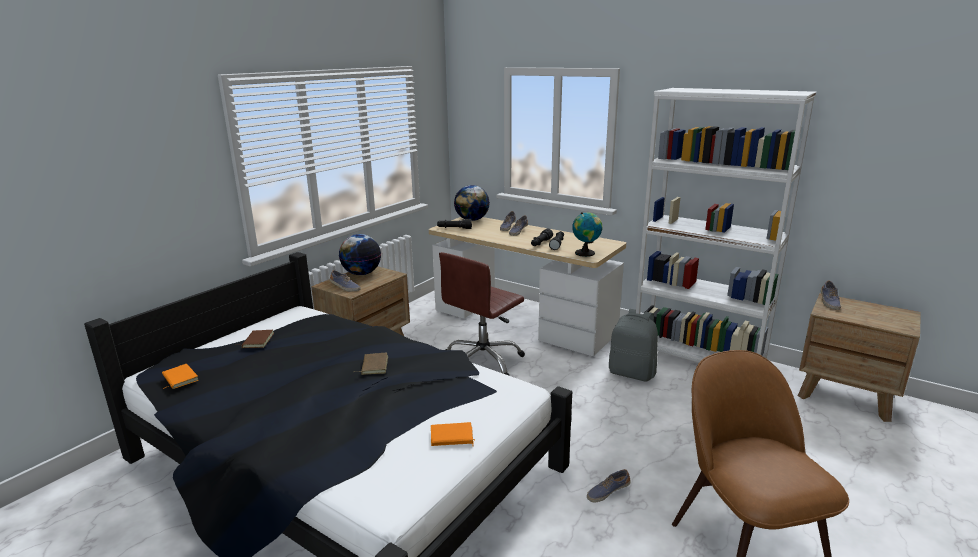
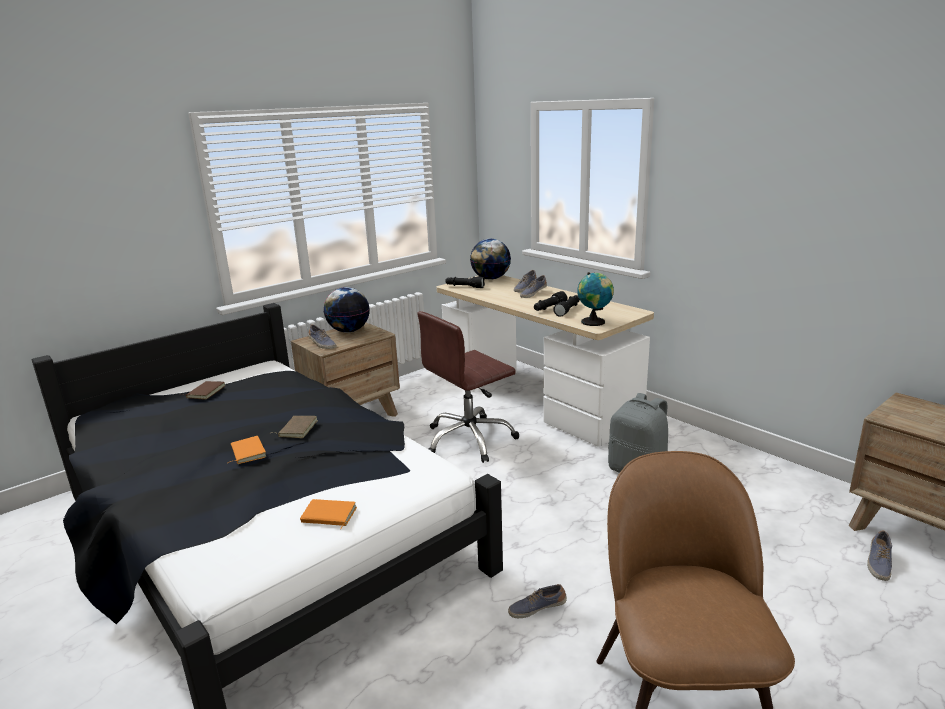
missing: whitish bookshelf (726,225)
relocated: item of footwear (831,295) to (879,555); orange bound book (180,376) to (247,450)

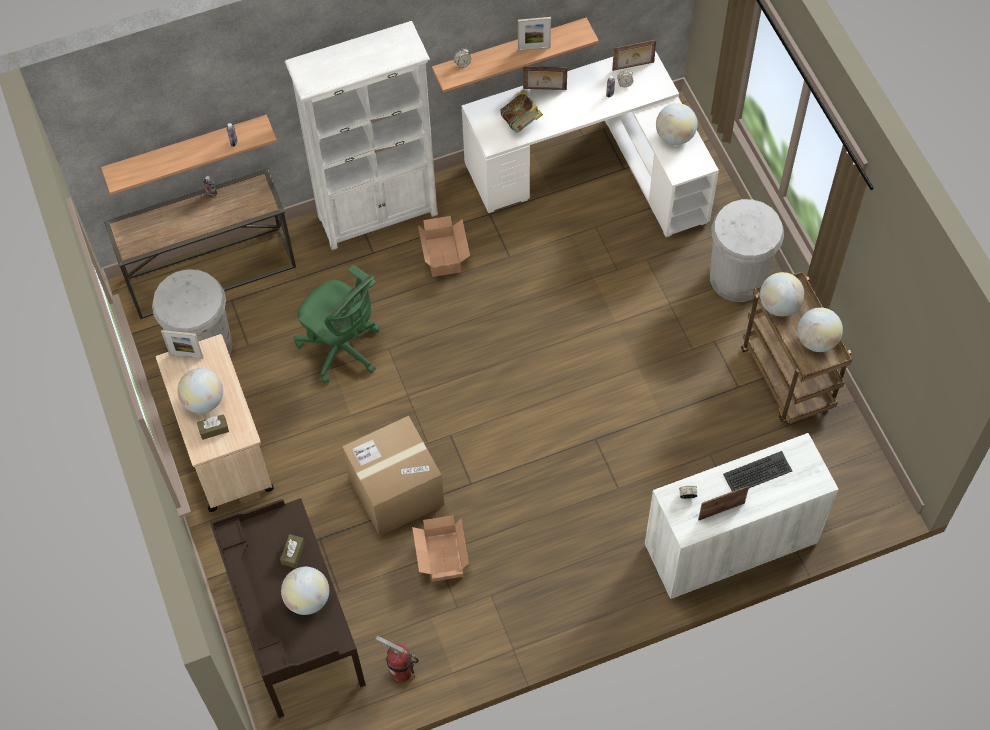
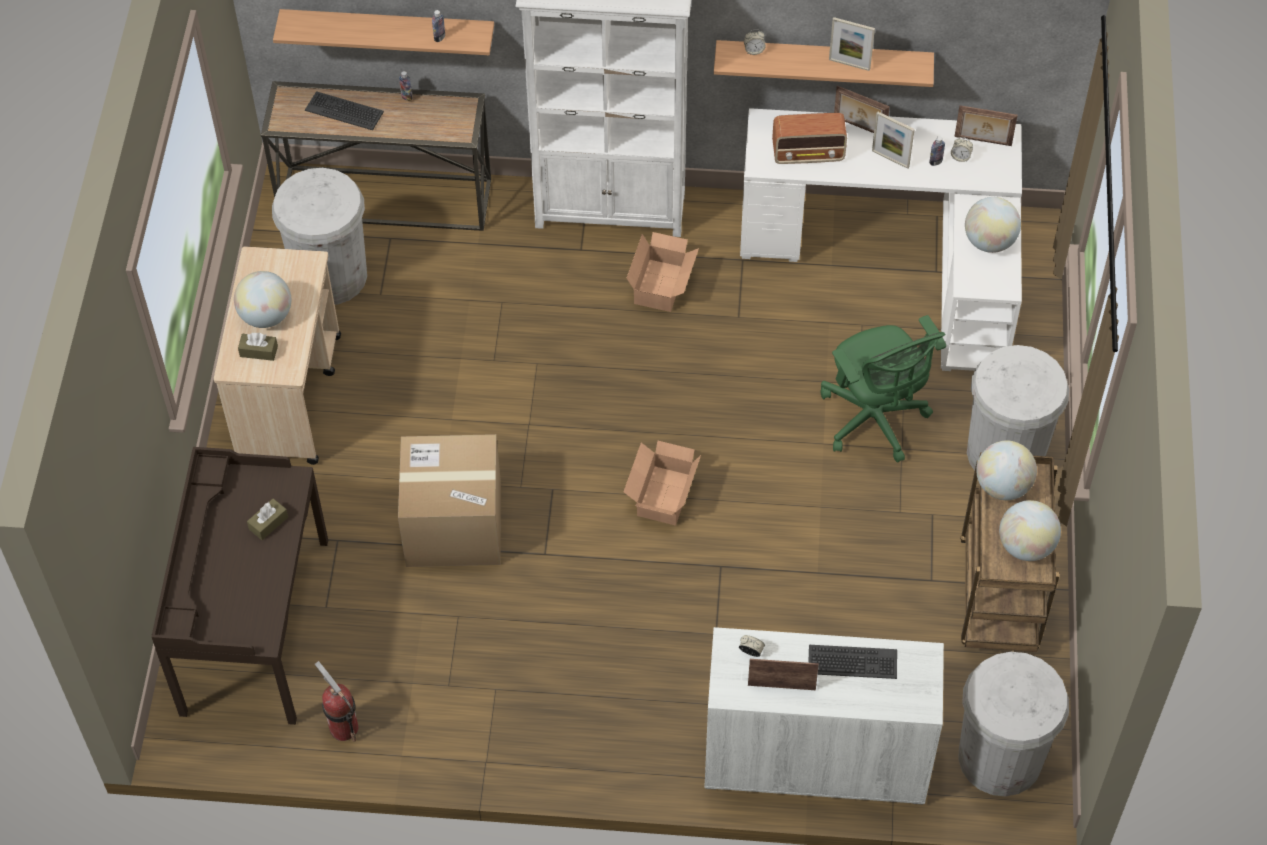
missing: desk globe (305,591)
appeared: computer keyboard (344,110); whitish trash can (1013,724)
relocated: greenish office chair (337,324) to (883,389); picture frame (182,344) to (893,140); cardboard box (440,548) to (662,483)
exchanged: bound book (521,111) to radio (809,138)

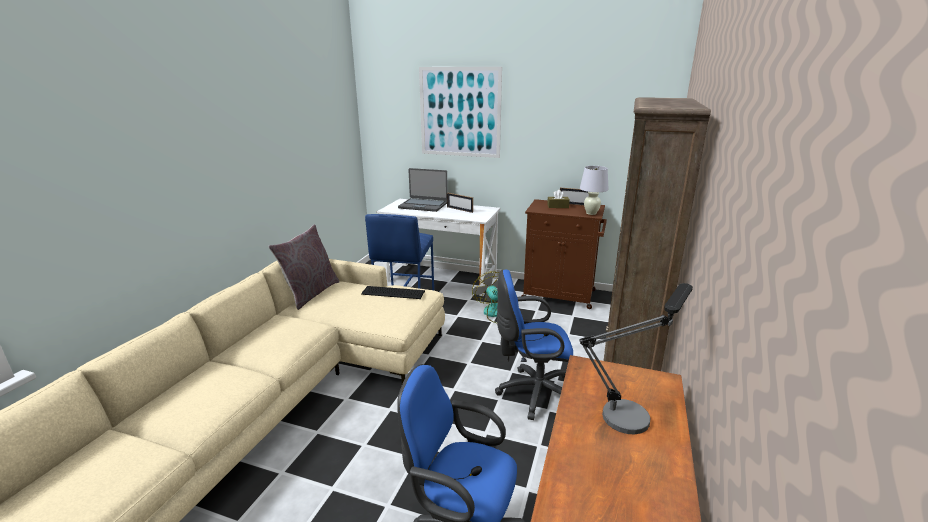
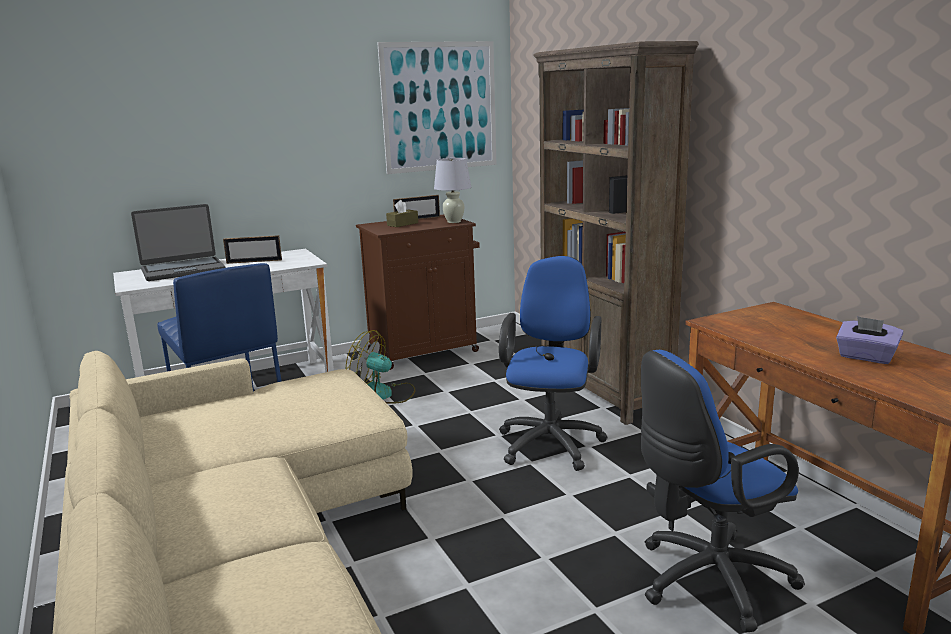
missing: gray cushion (304,267); tabletop lamp (636,358); computer keyboard (393,292)
appeared: purple tissue holder (869,340)
relocated: wall art (460,112) to (437,107)
spun: bluish office chair (534,345) = (553,363) 150 degrees clockwise

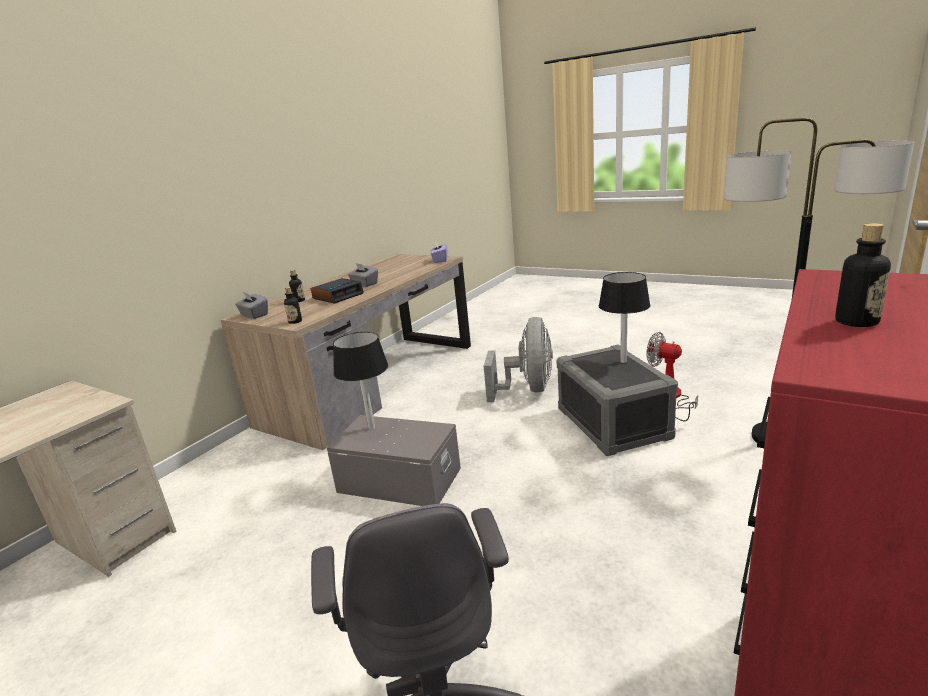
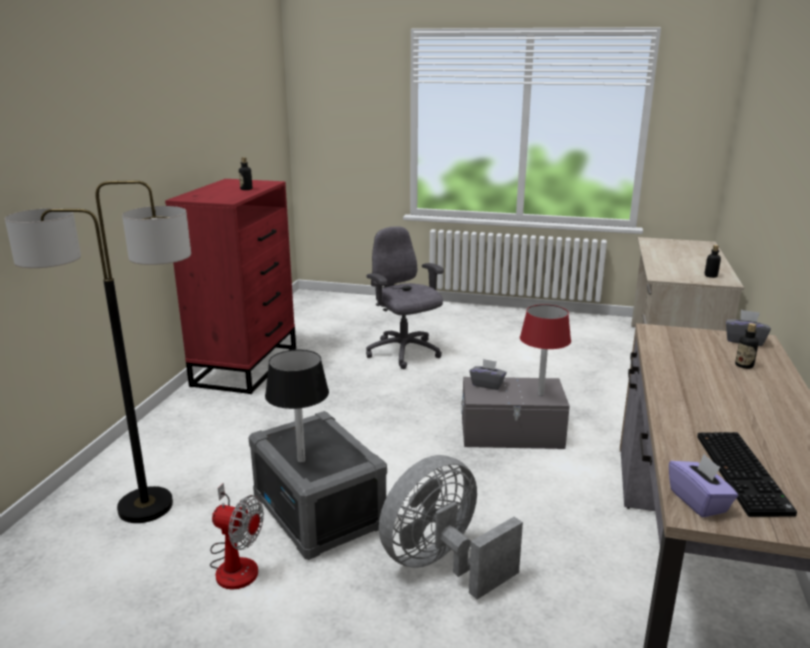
missing: bedside clock (337,291)
appeared: computer keyboard (747,474)
relocated: gray tissue holder (363,275) to (488,374); bottle (293,305) to (713,261)
colour: black-coloured tabletop lamp (360,381) to reddish tabletop lamp (545,350)
spun: gray cooling fan (518,359) = (451,527) 60 degrees clockwise

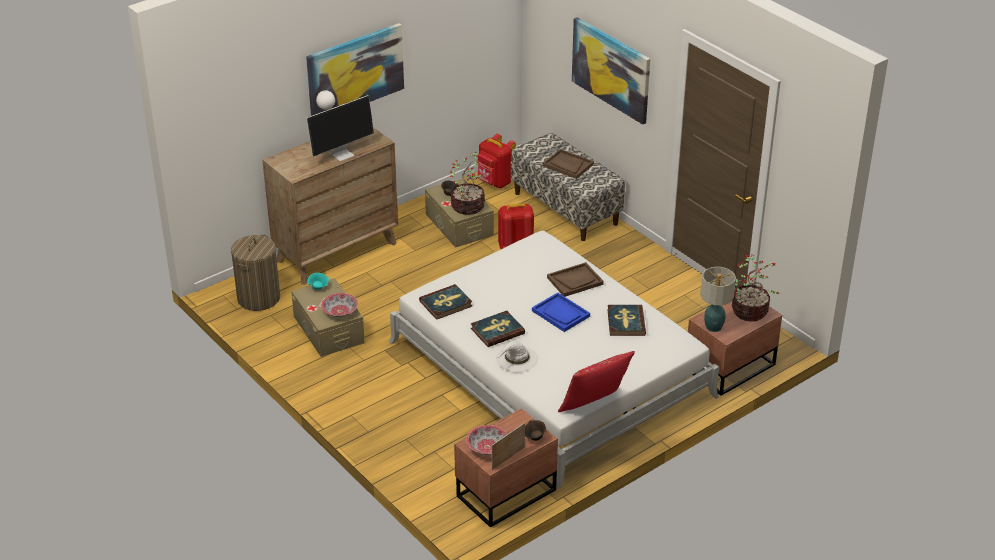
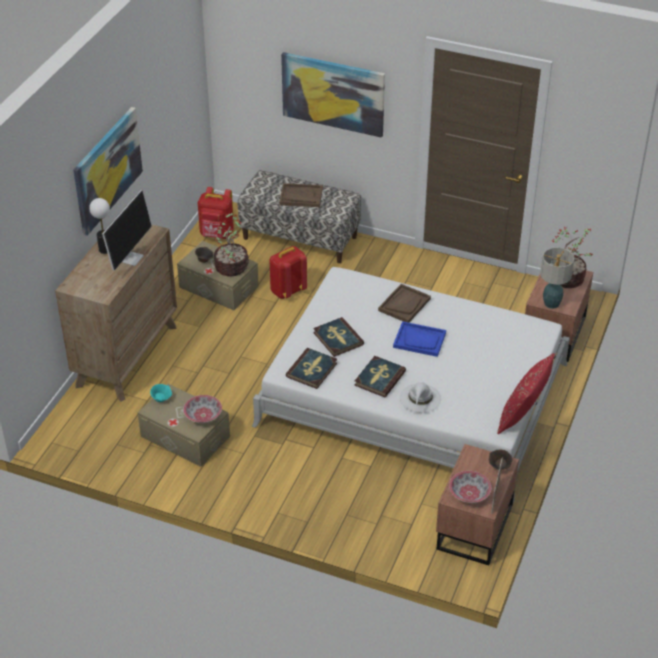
missing: laundry basket (255,273)
relocated: bound book (626,320) to (338,337)

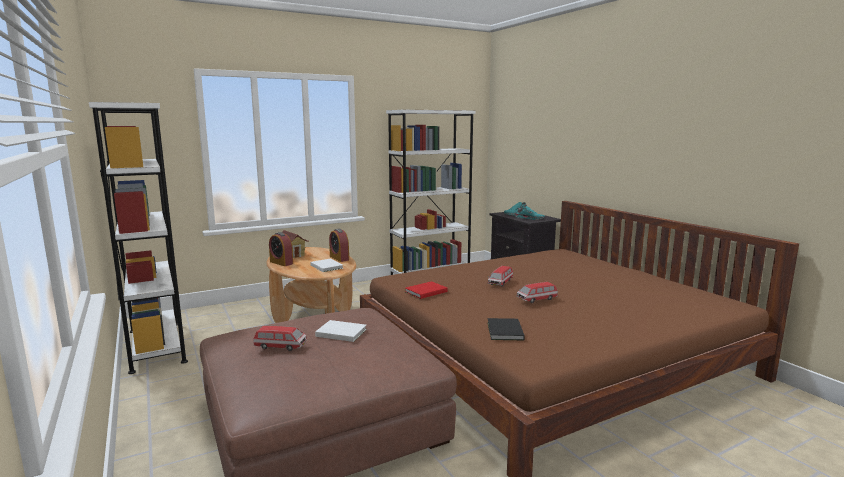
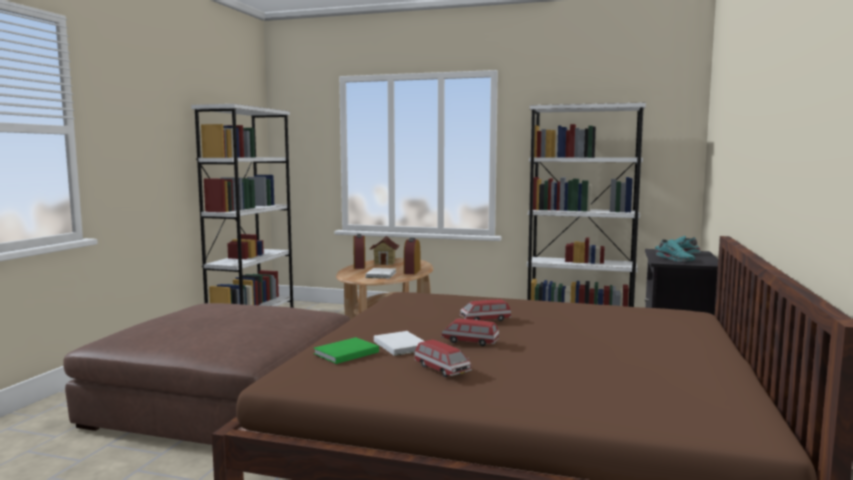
missing: reddish bound book (426,290)
relocated: whitish bound book (341,331) to (399,343); miniature car (280,338) to (443,358)
colour: black-coloured bound book (506,329) to greenish bound book (346,350)

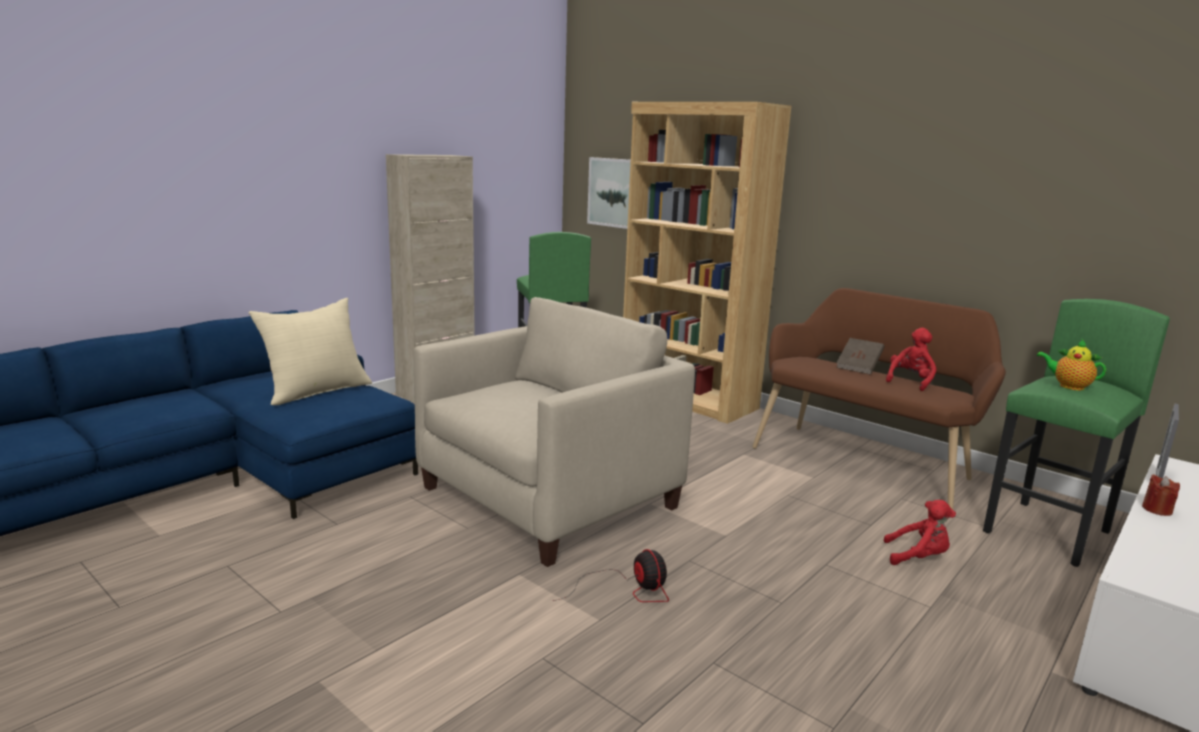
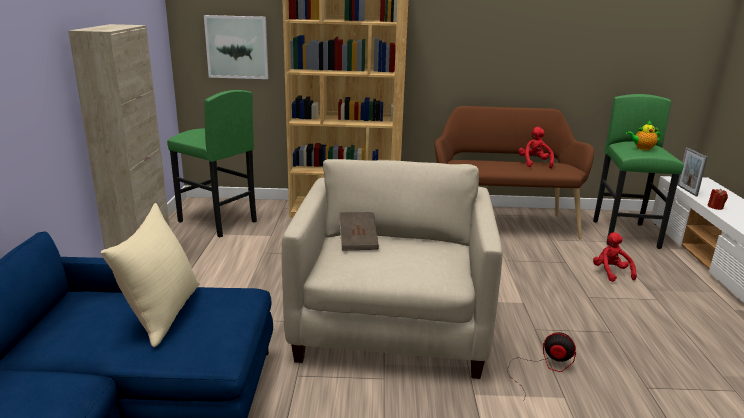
relocated: brown bound book (860,356) to (359,231)
spun: reddish plush toy (919,532) = (615,257) 75 degrees counterclockwise

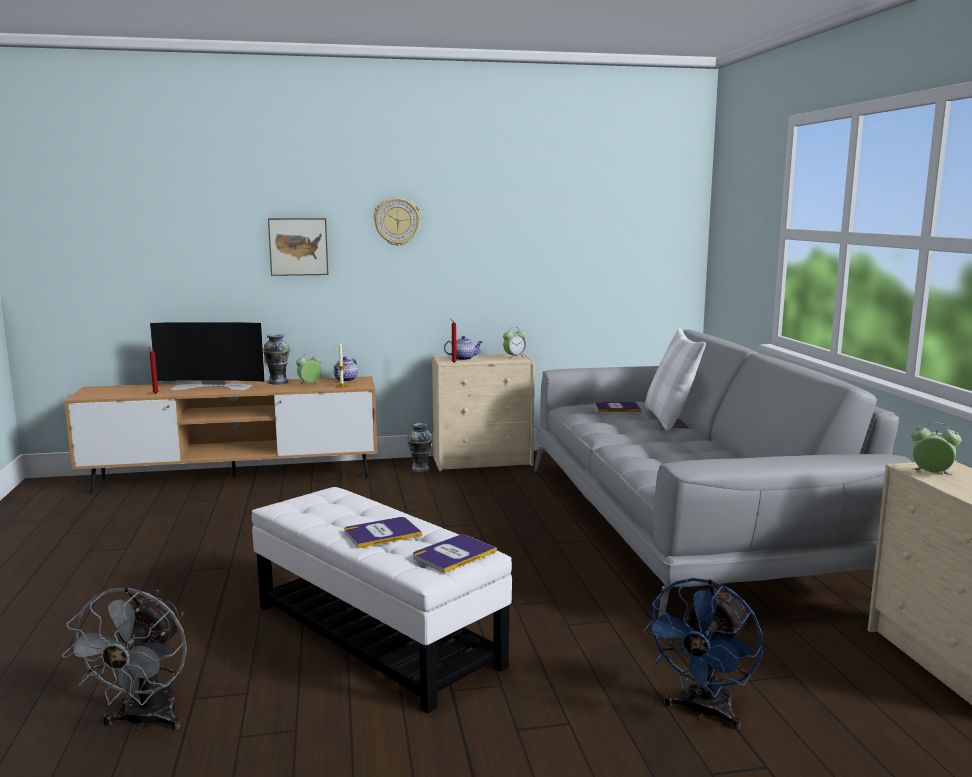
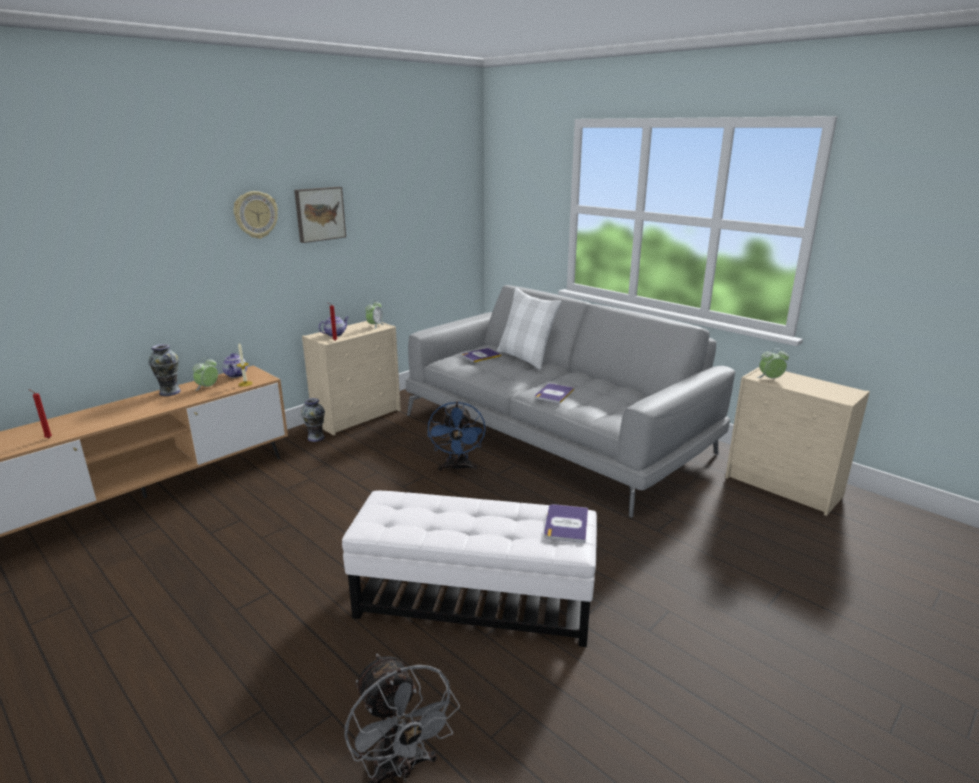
missing: TV set (207,356)
relocated: wall art (298,247) to (320,215); bound book (383,532) to (554,393); bluish cooling fan (703,653) to (457,436)

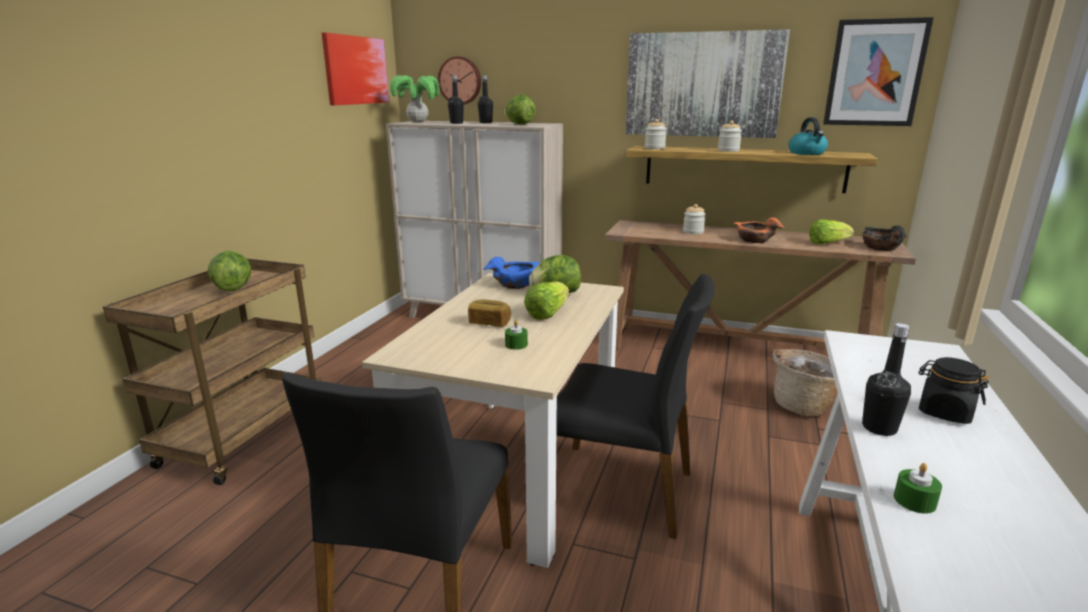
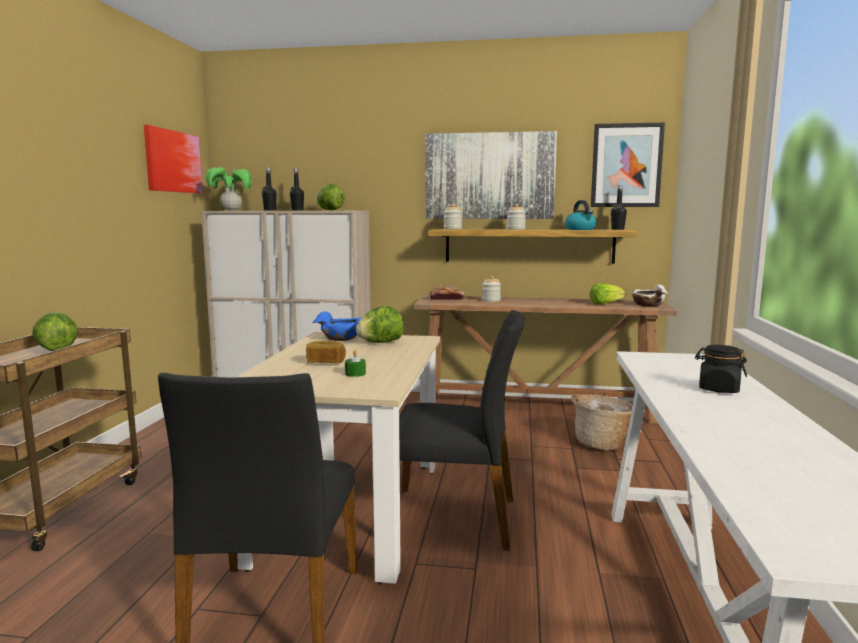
missing: hanging clock (459,80); orange serving bowl (758,230); lettuce head (546,301); greenish wax candle (918,488)
appeared: baked bread (446,292)
relocated: black-coloured bottle (886,379) to (619,207)
colour: black-coloured serving bowl (885,238) to whitish serving bowl (649,296)

